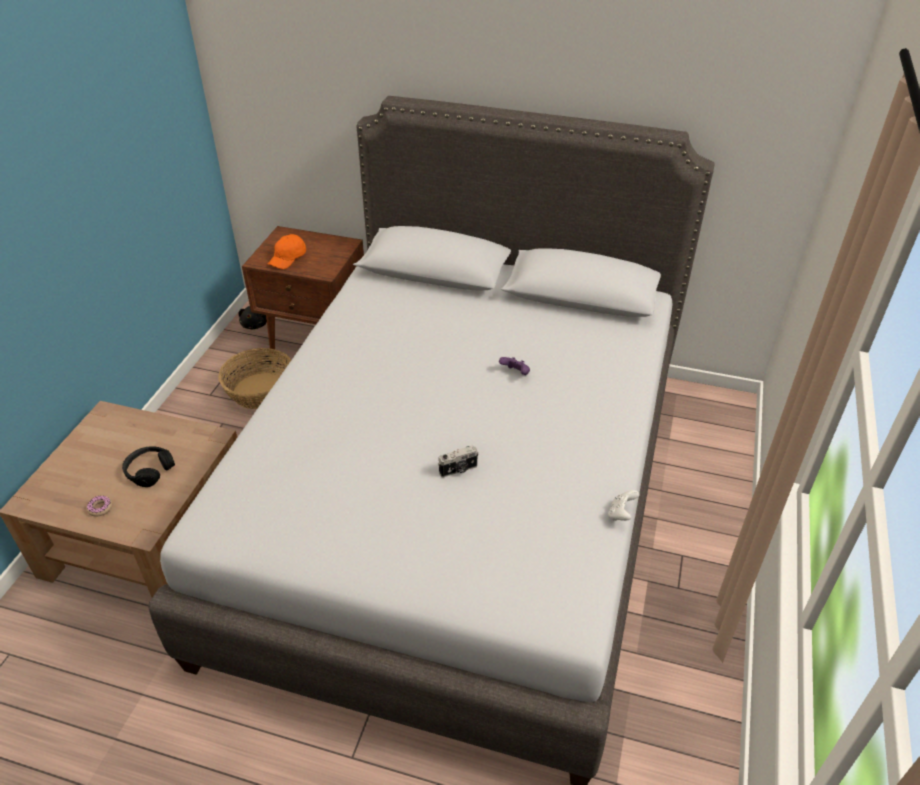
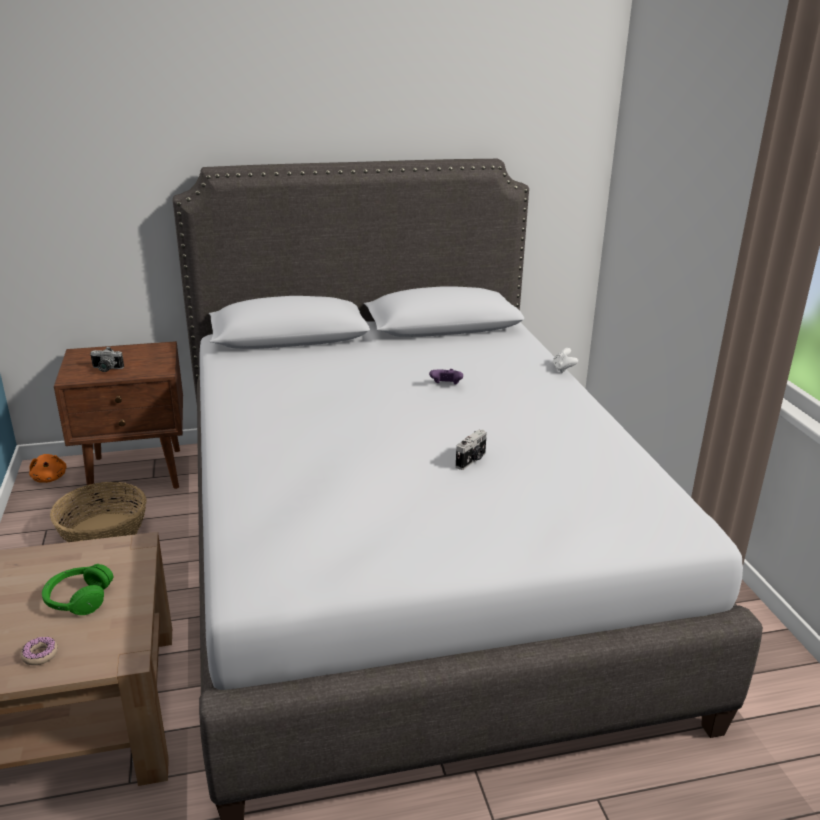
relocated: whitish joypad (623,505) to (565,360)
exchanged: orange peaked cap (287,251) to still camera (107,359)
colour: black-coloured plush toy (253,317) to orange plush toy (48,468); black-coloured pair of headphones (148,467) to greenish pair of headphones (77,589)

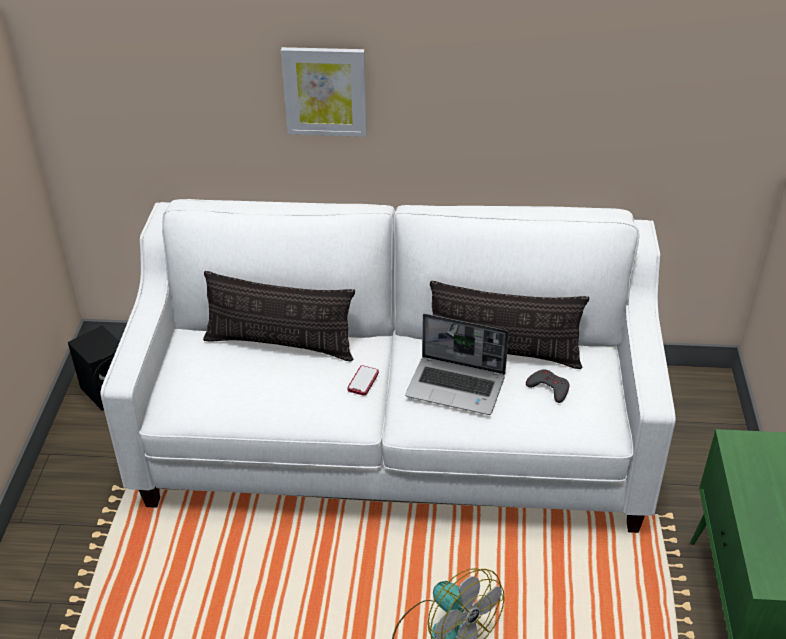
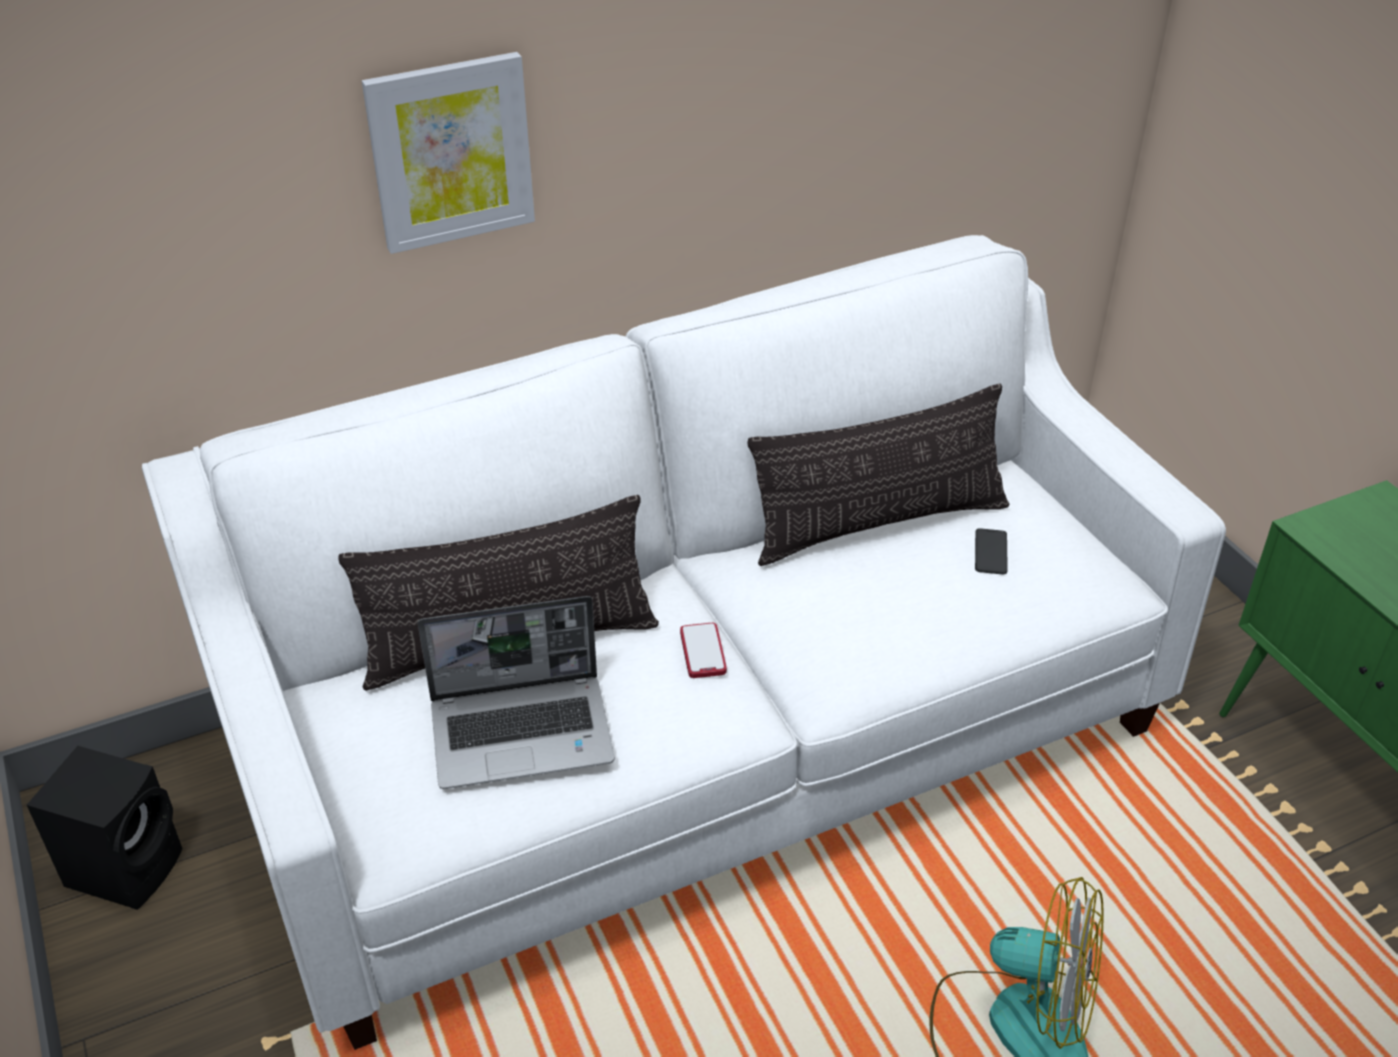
relocated: laptop (457,364) to (516,692)
exchanged: gray joypad (547,386) to phone (991,551)

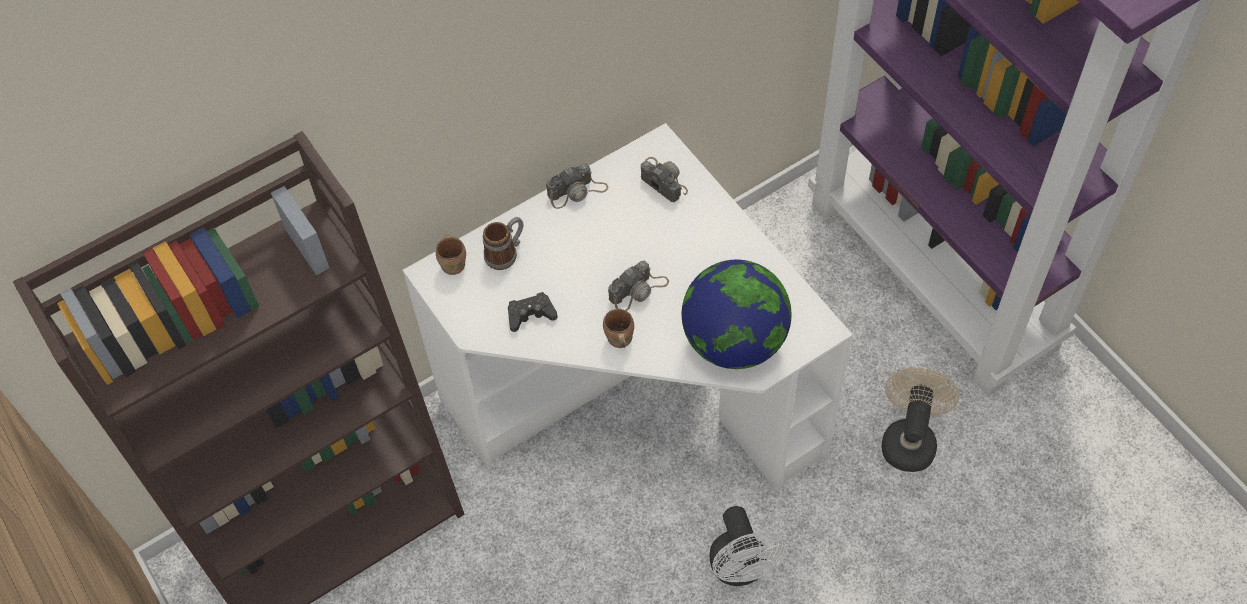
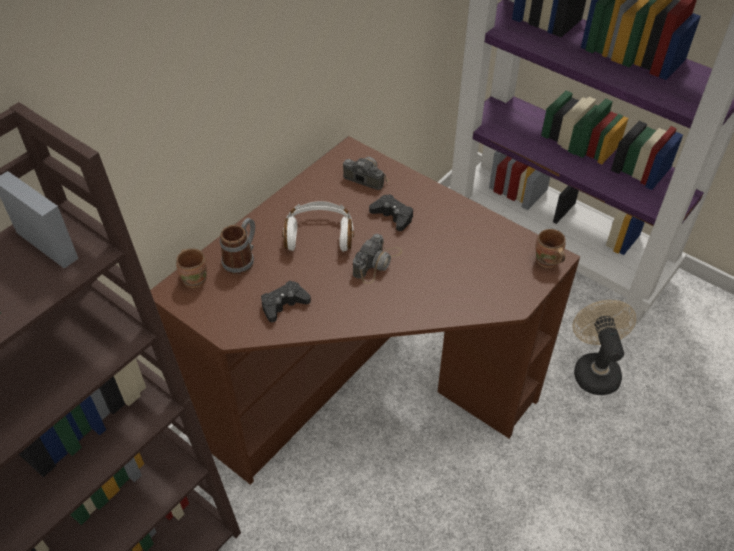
missing: still camera (577,186); desk globe (737,314); whitish cooling fan (749,546)
appeared: black-coloured joypad (391,212); whitish pair of headphones (318,226)
relocated: brown mug (618,328) to (551,248)
colour: whitish desk unit (628,307) to brown desk unit (365,310)

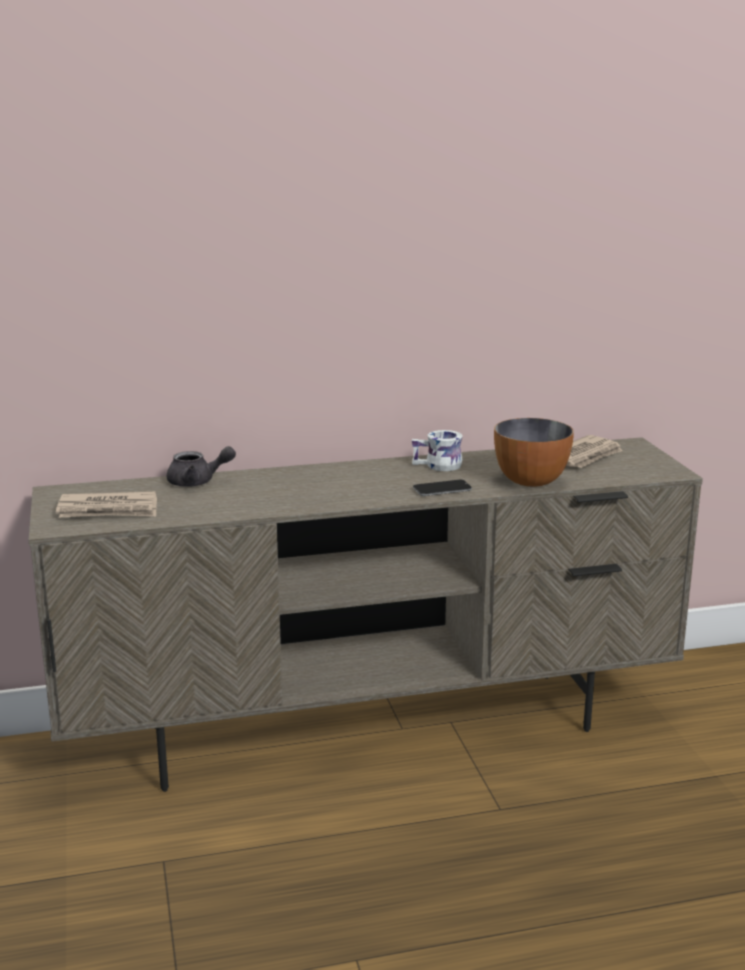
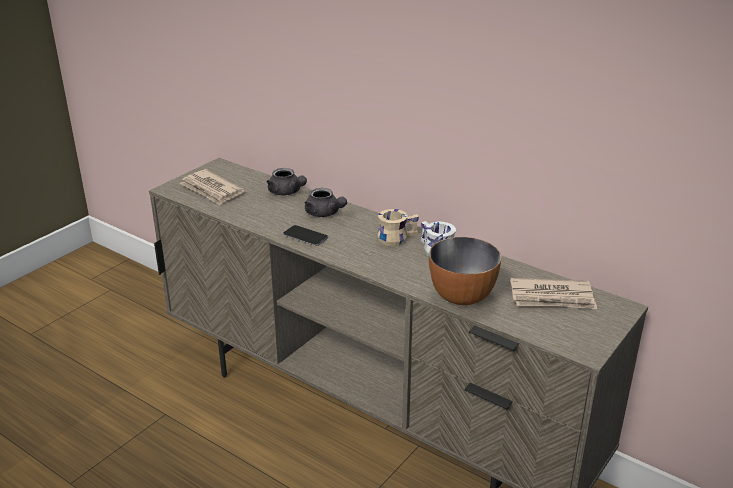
appeared: gray tea pot (326,202); beige mug (398,227)
relocated: phone (442,488) to (305,235)

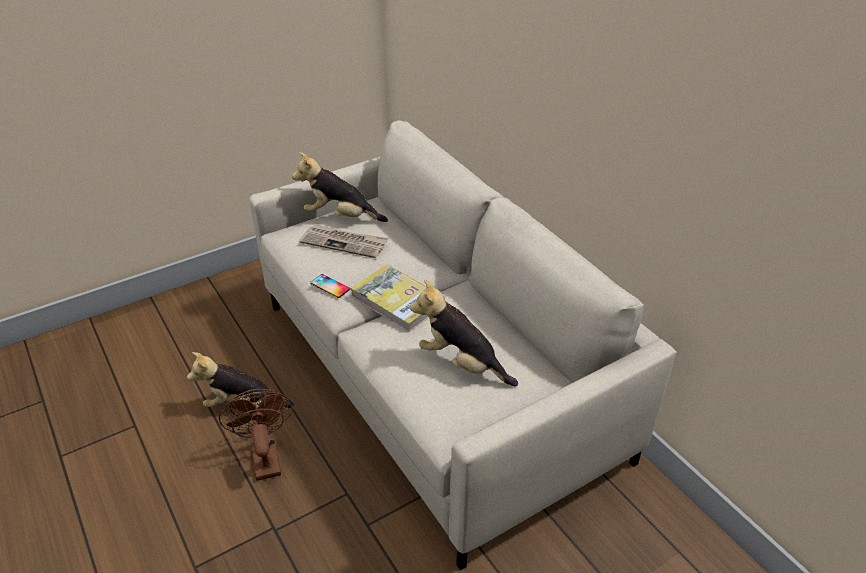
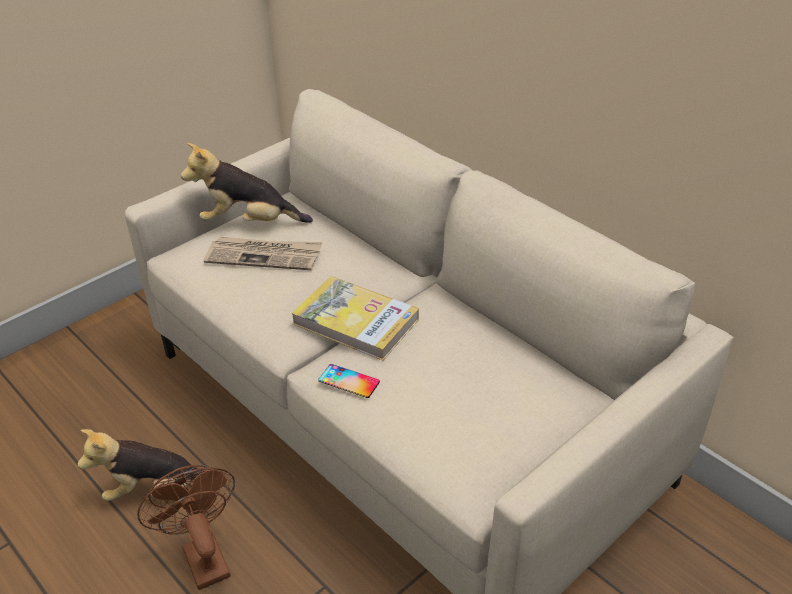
missing: plush toy (464,332)
relocated: phone (330,286) to (349,381)

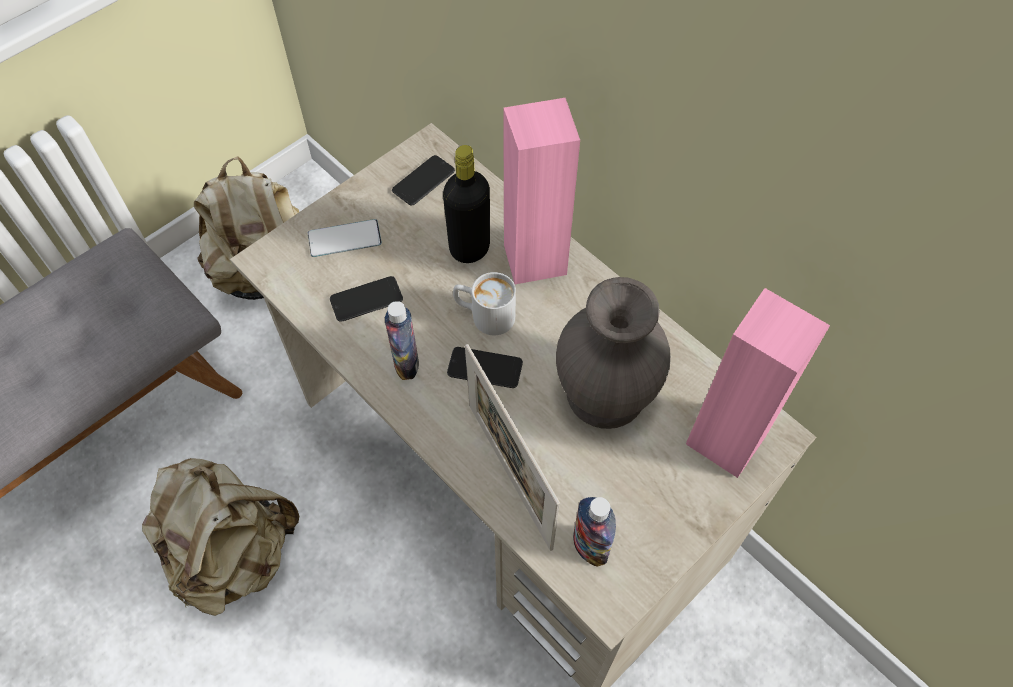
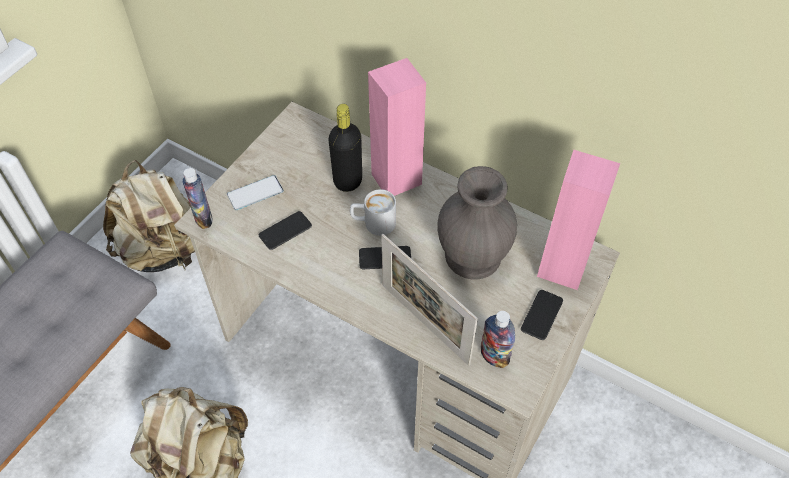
relocated: phone (423,180) to (542,315); bottle (402,340) to (197,198)

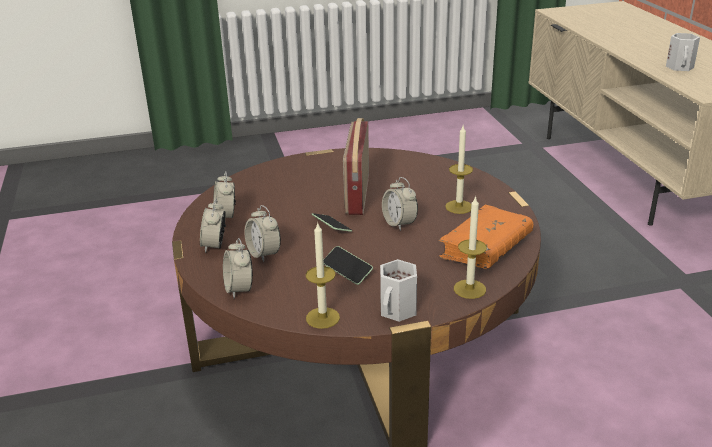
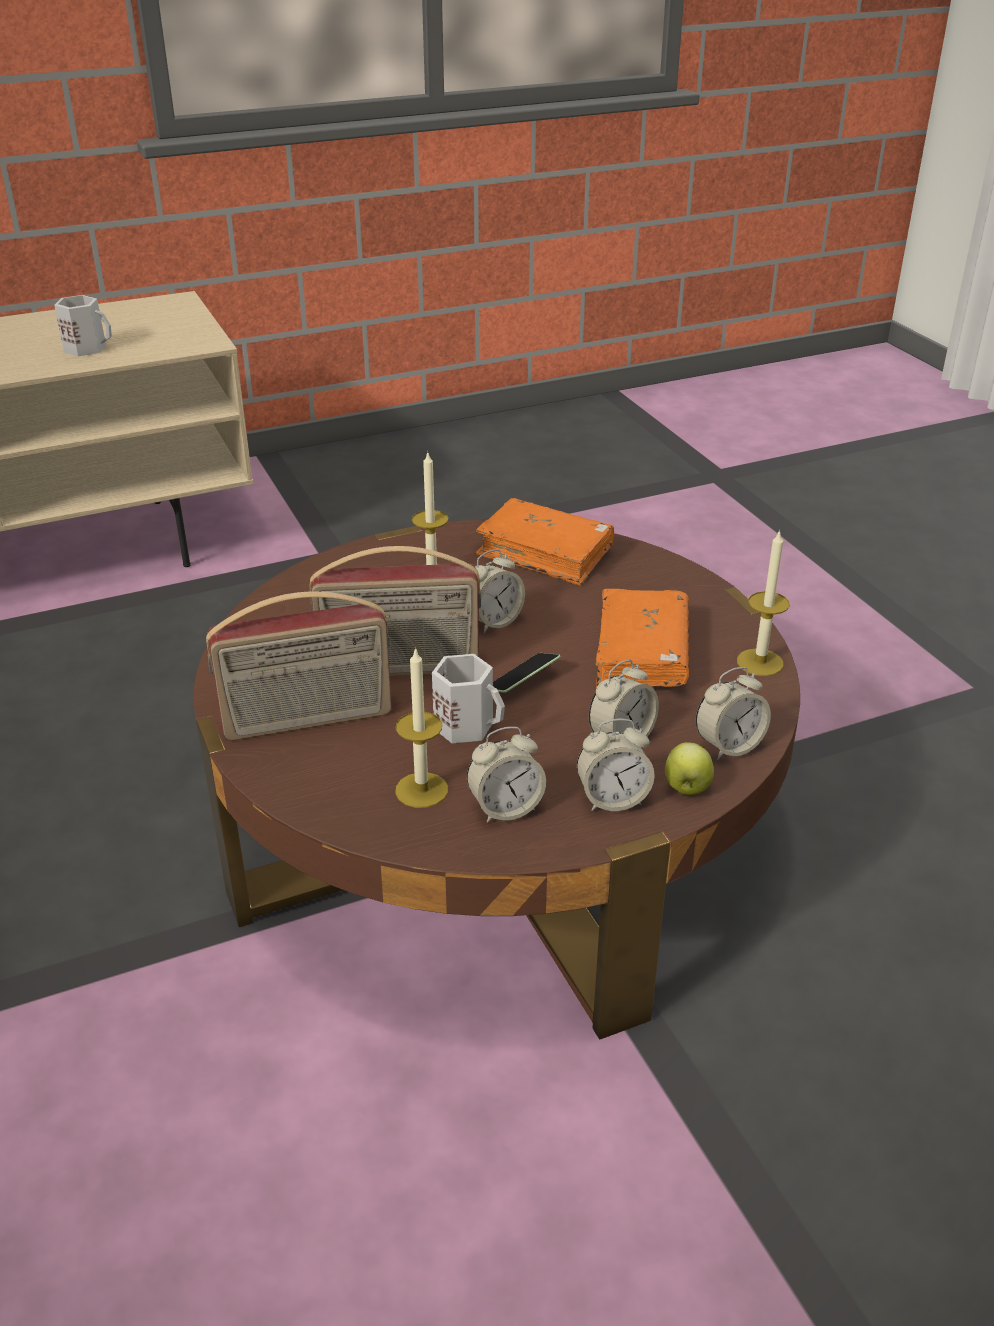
appeared: radio (298,666); apple fruit (689,768)
relocated: wax candle (470,247) to (421,727); whitish mug (398,290) to (468,698)
exchanged: phone (348,265) to orange bound book (642,638)

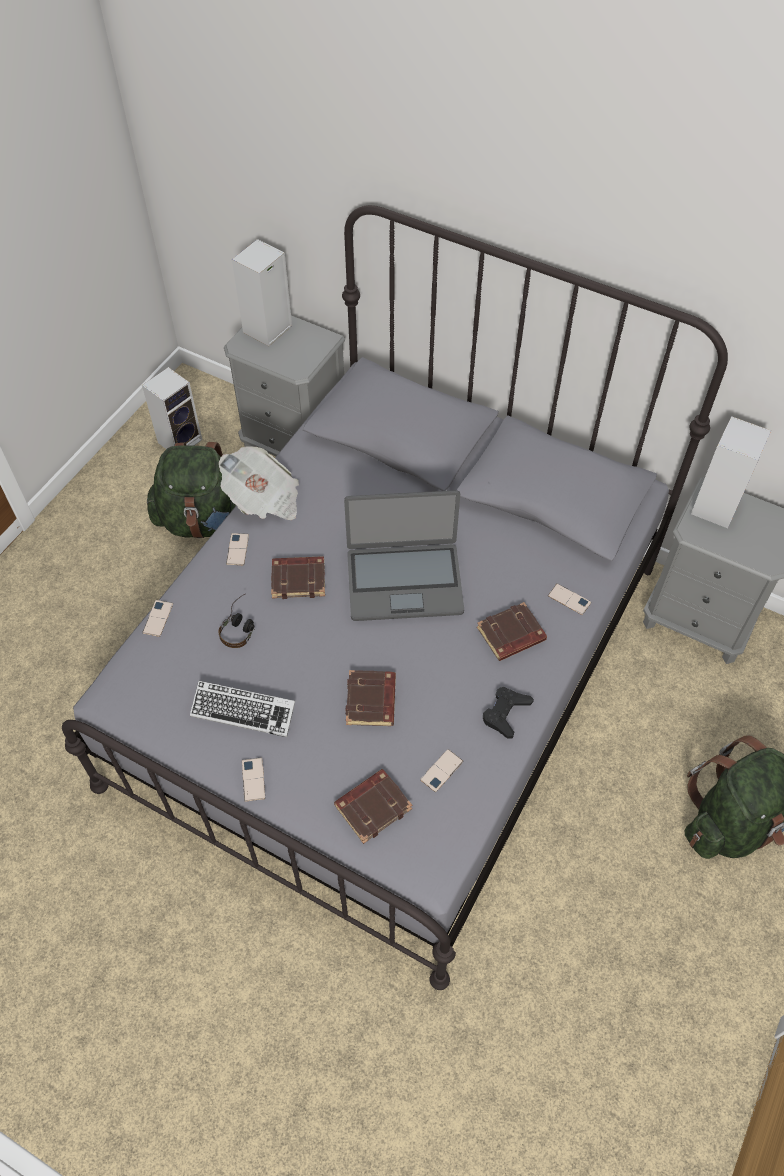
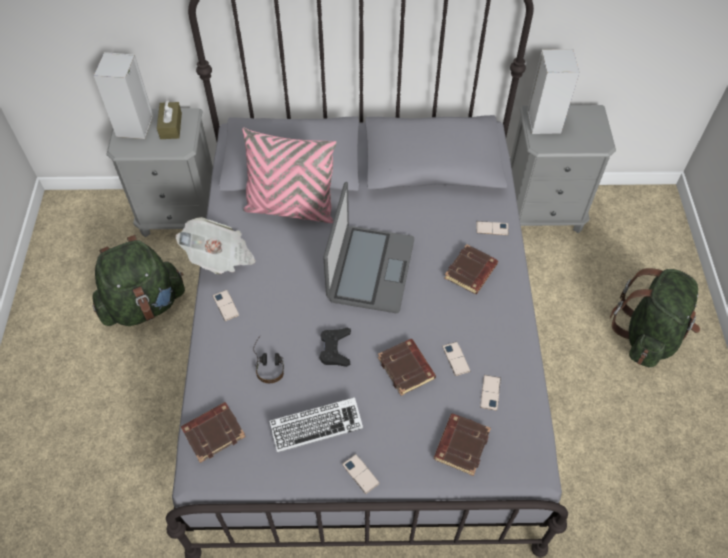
missing: speaker (172,408)
appeared: brown tissue holder (169,119); pinkish cushion (289,175)
relocated: brown bound book (298,577) to (213,432); phone (157,618) to (456,359); black-coloured joypad (508,713) to (335,347)
spun: laptop (404,555) = (368,247) 45 degrees counterclockwise

